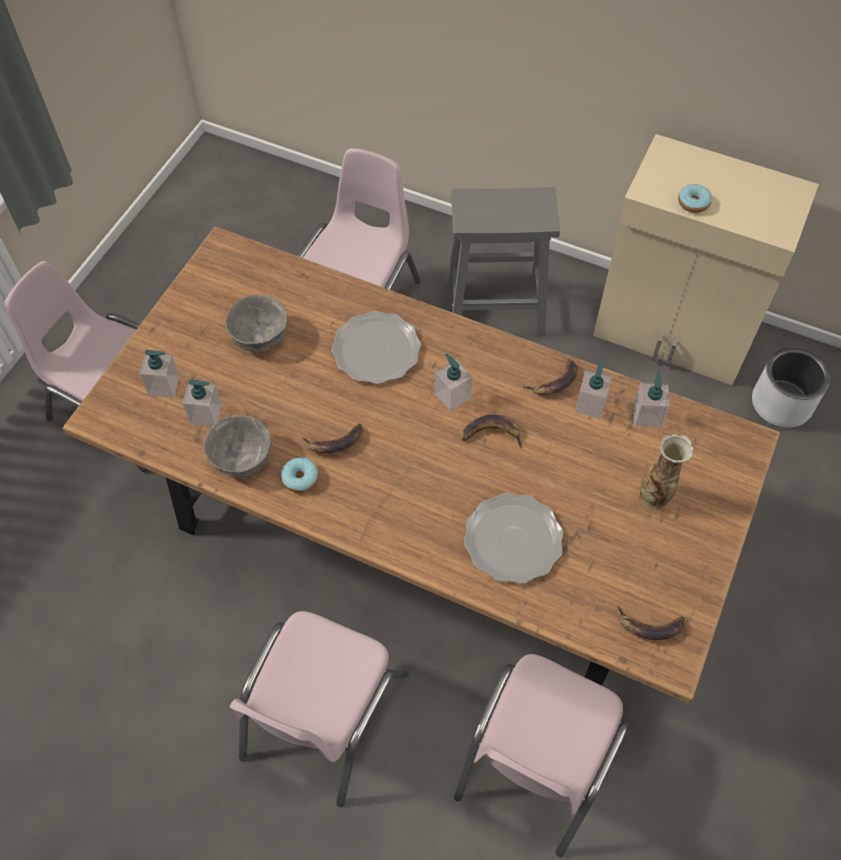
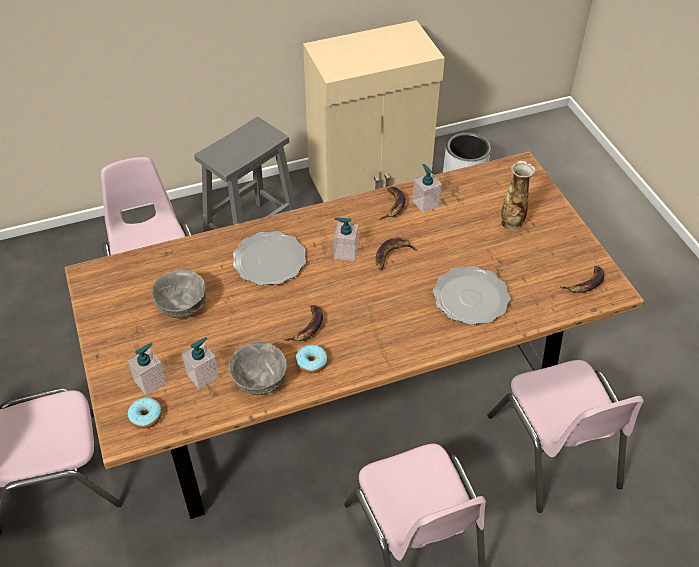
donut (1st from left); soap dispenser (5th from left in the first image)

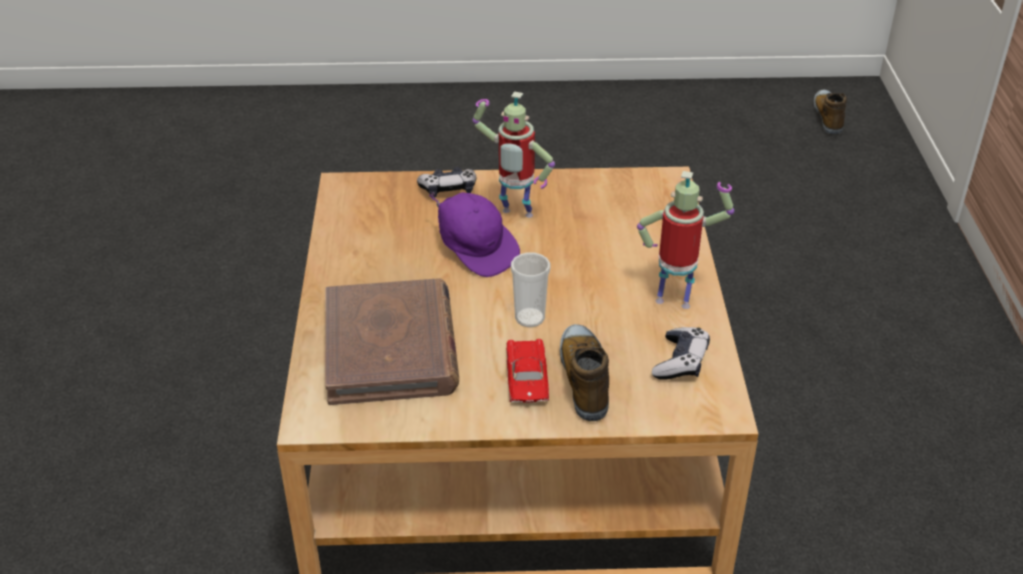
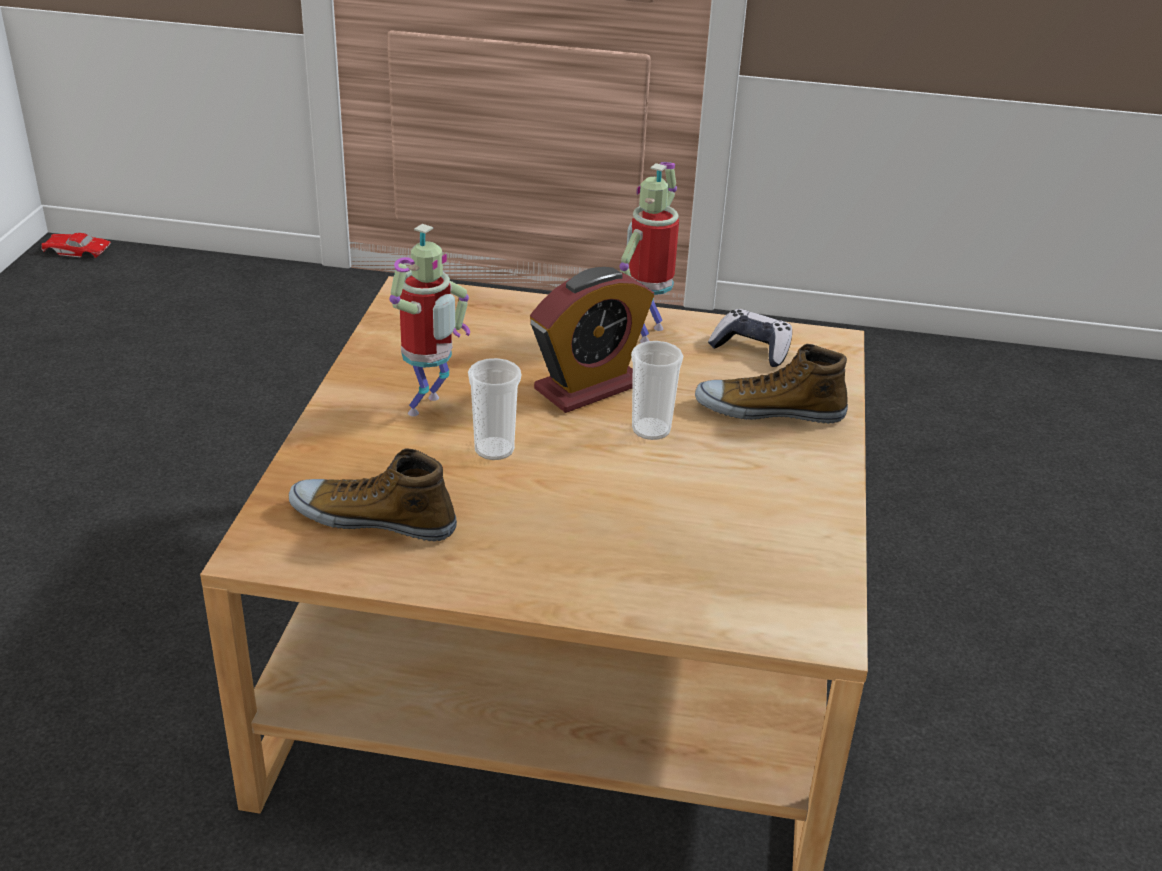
shoe (1st from left); game controller (1st from left in the first image); cup (1st from left); book in brown; toy car in red; alarm clock

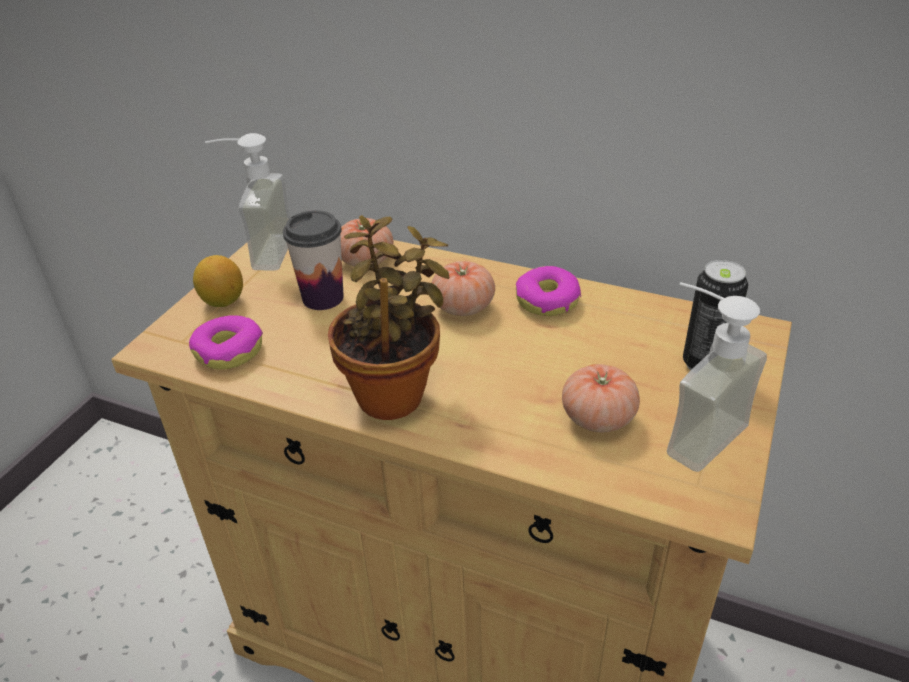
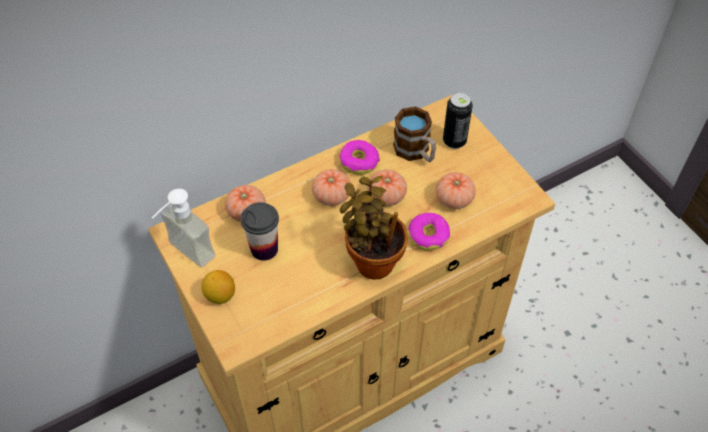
soap dispenser (2nd from left in the first image); donut (2nd from left); mug; tomato (3rd from left)

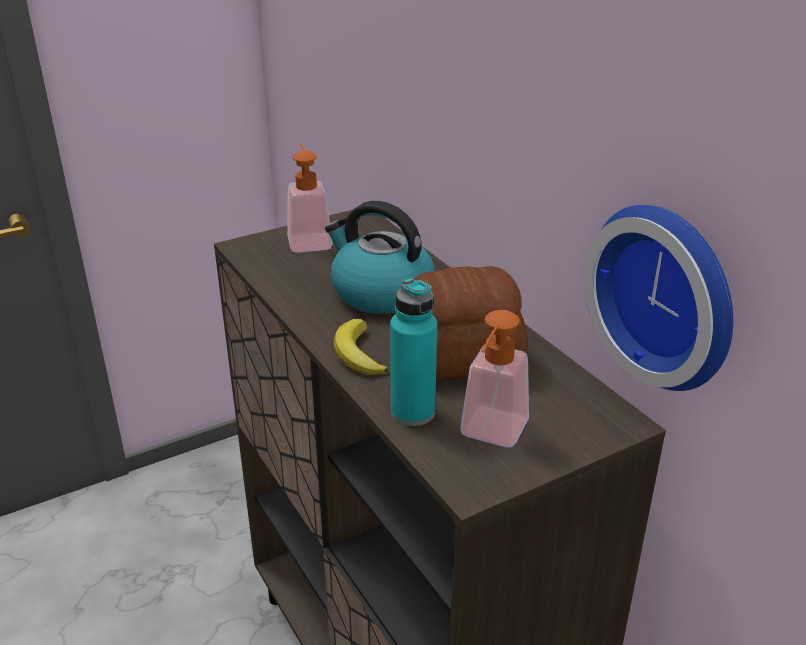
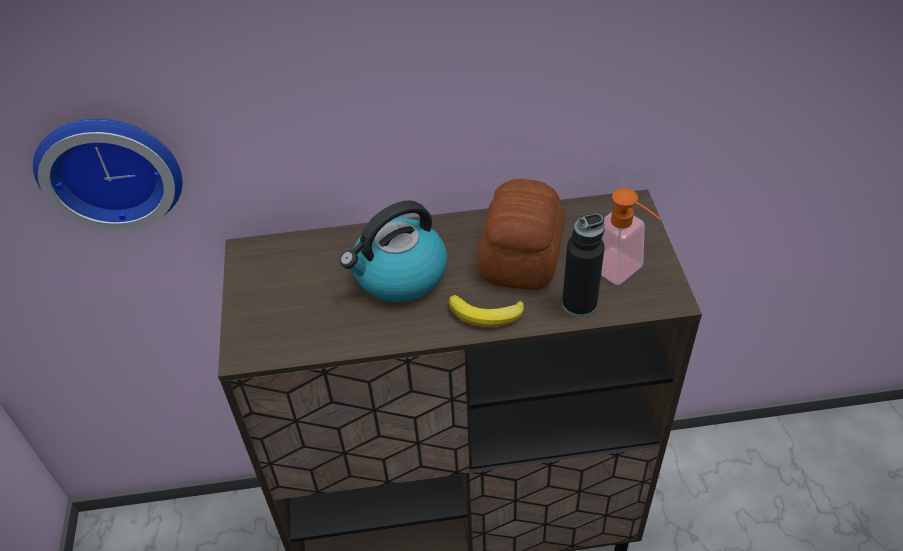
soap dispenser (1st from left in the first image); wall clock; bottle in black

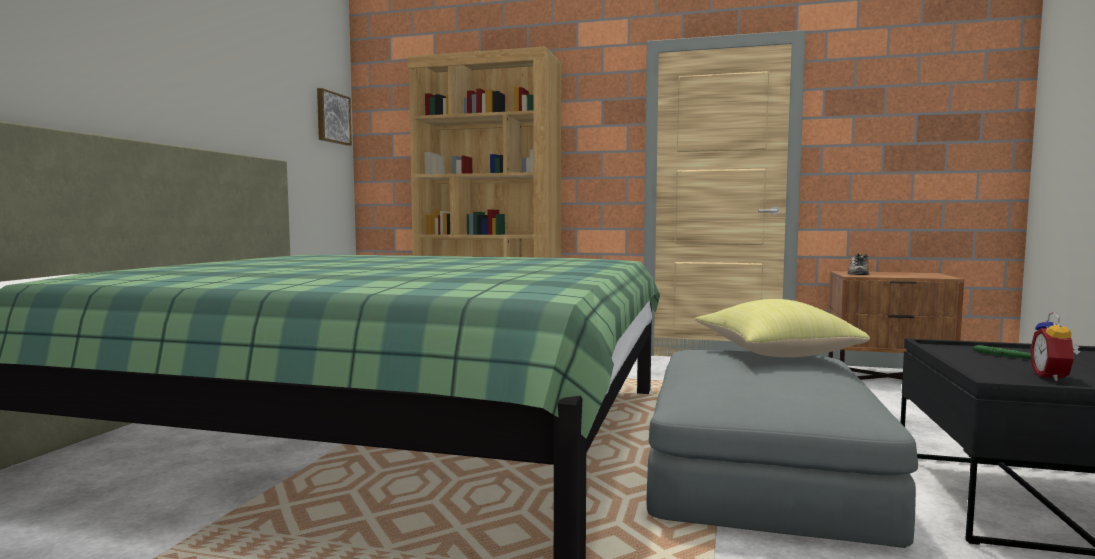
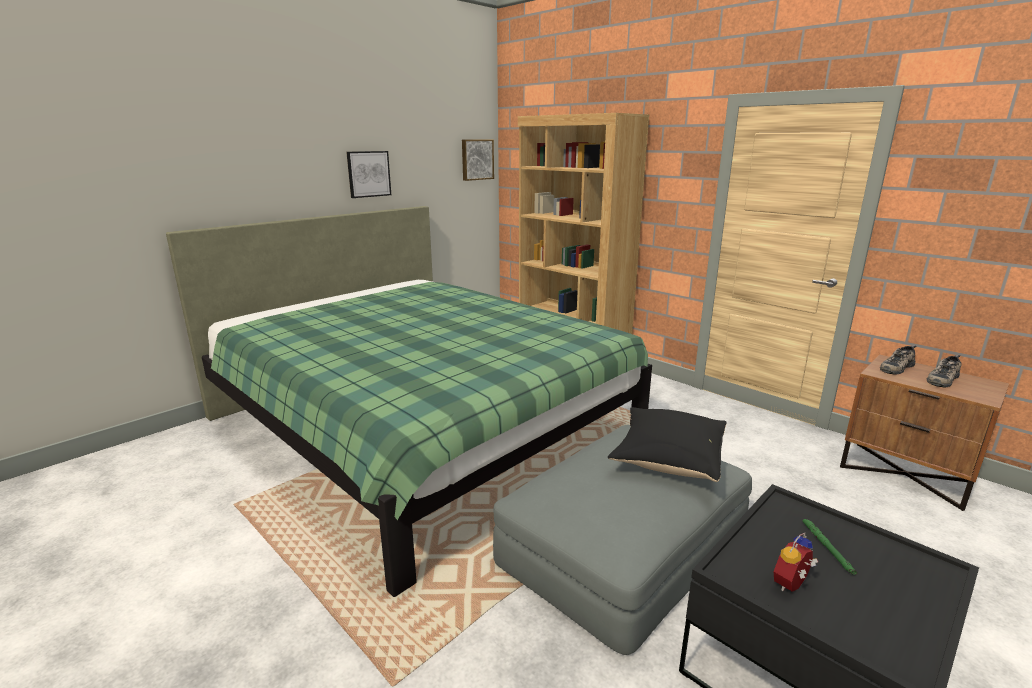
pillow in black; picture (1st from left); shoe (2nd from left)

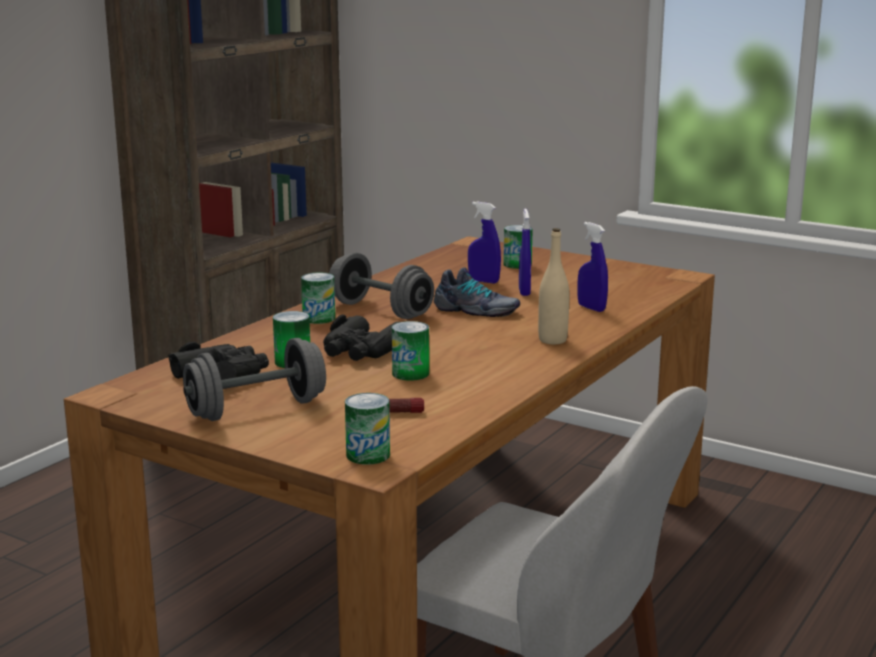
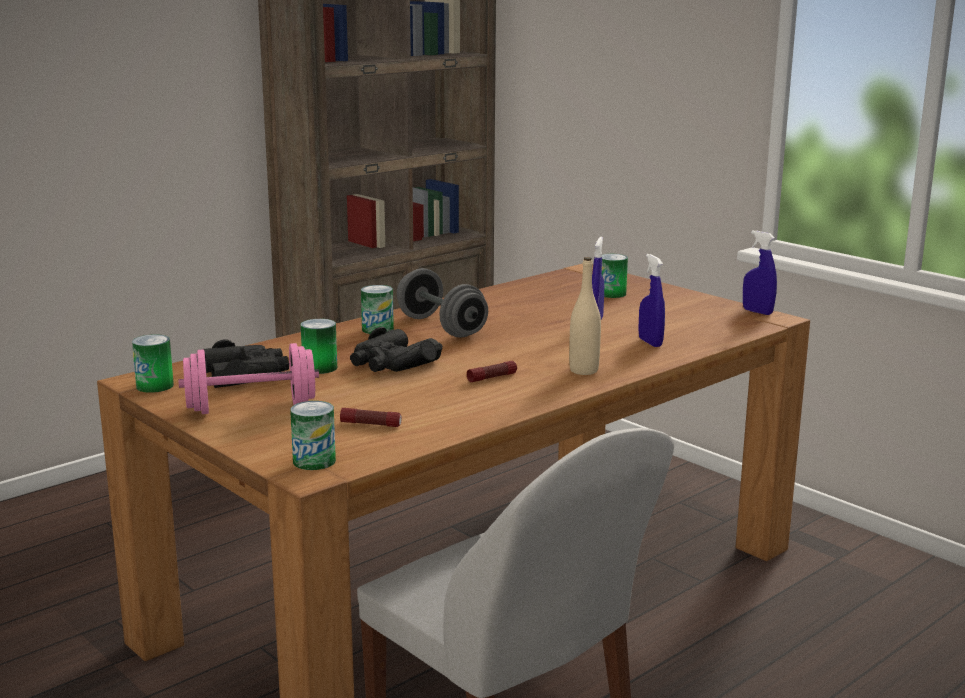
spray bottle in blue (3rd from left); shoe; can (1st from left); dumbbell in pink; flashlight (2nd from left)

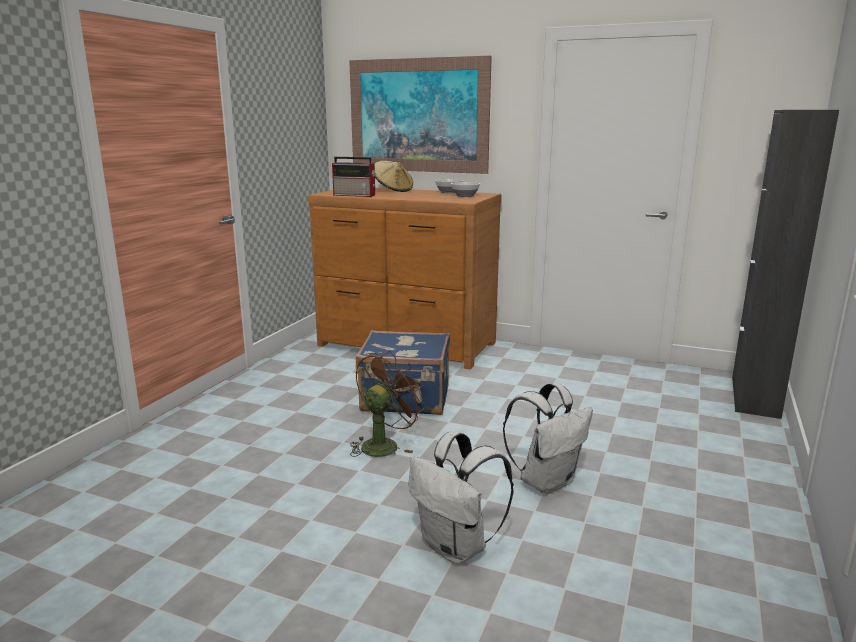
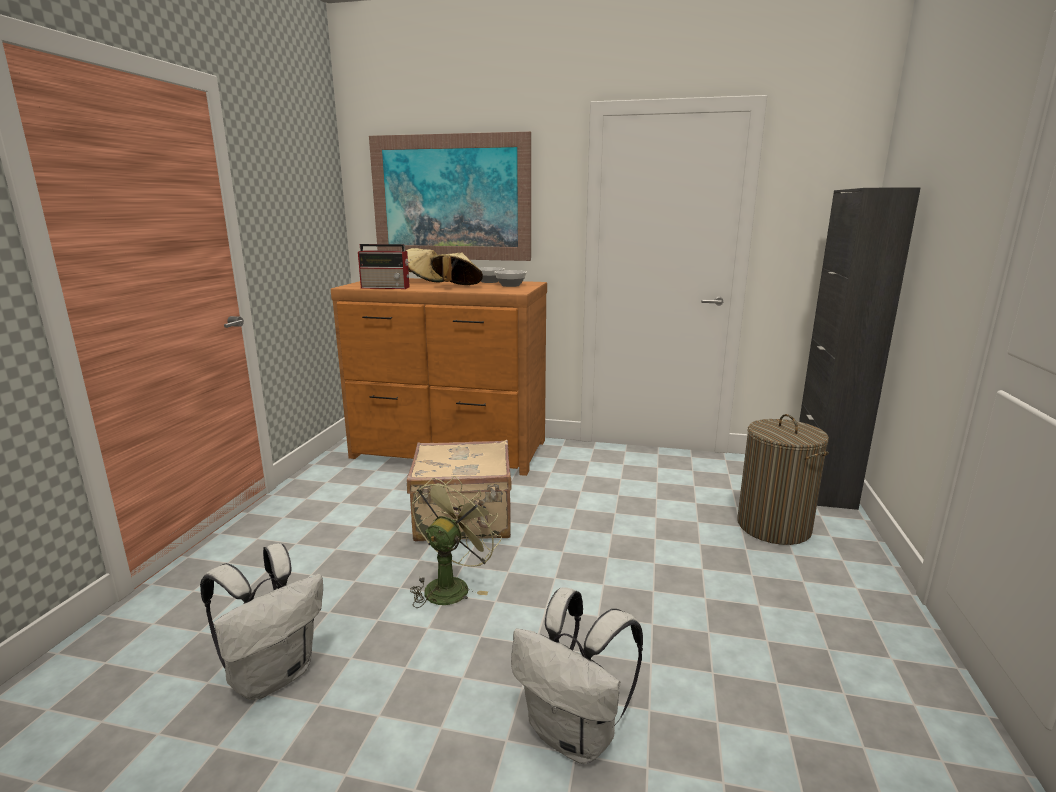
suitcase in beige; fan in green; backpack in white (1st from left); hat in beige (2nd from left); laundry basket

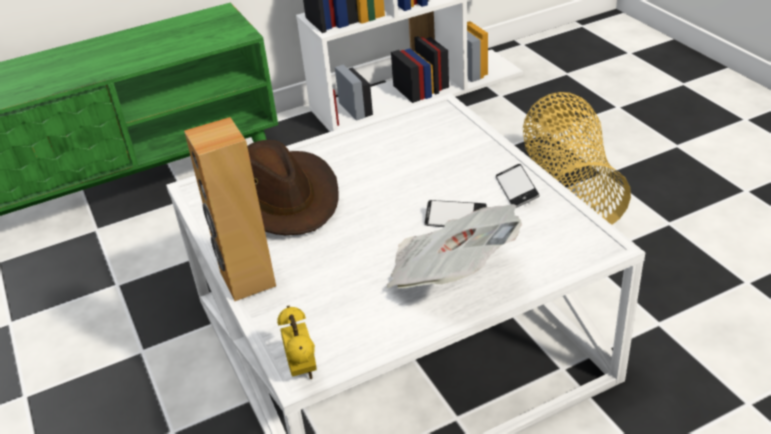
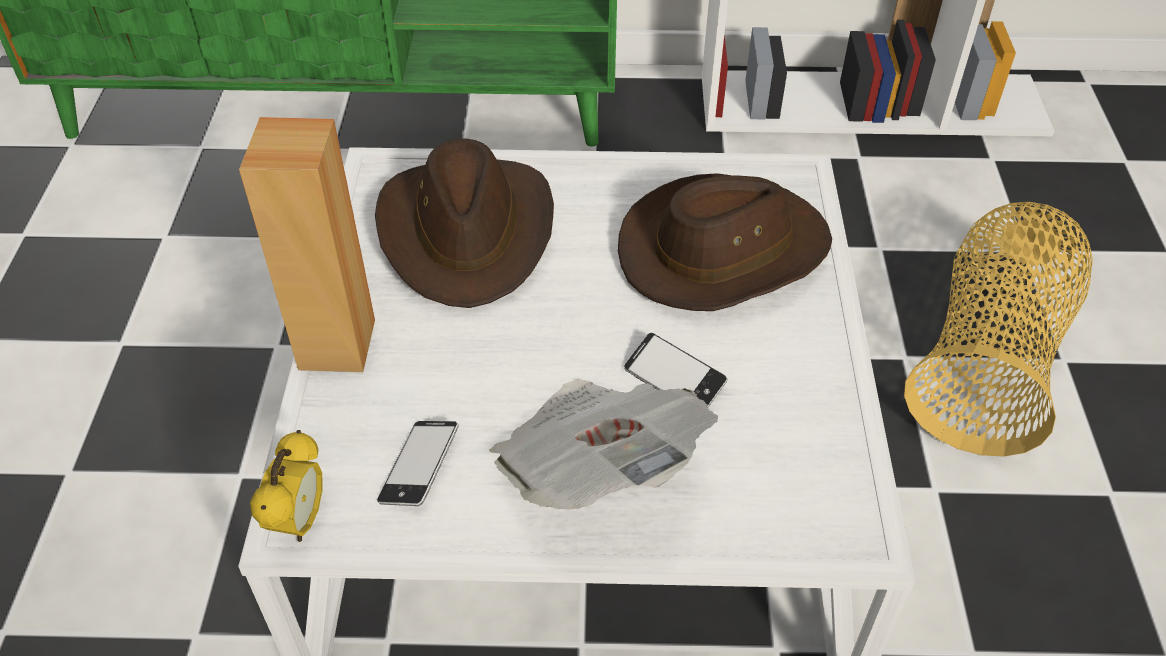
phone (1st from left); hat in brown (2nd from left)

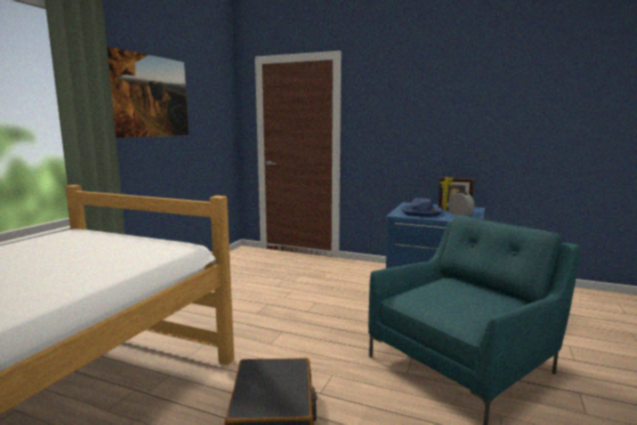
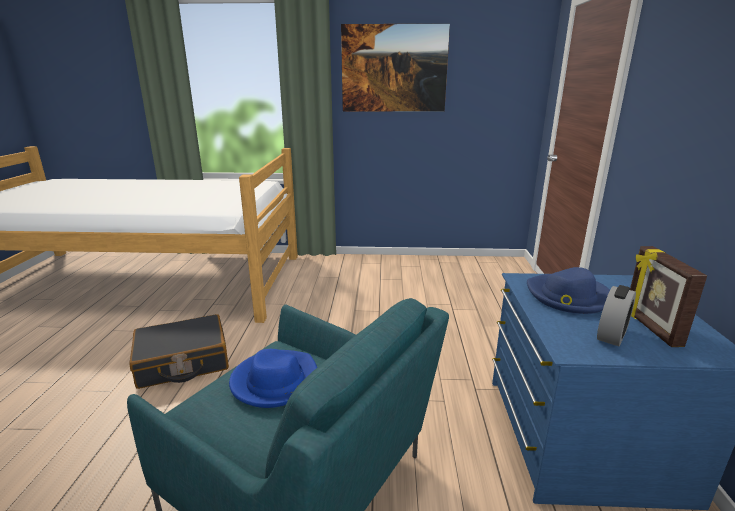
hat in blue (1st from left)

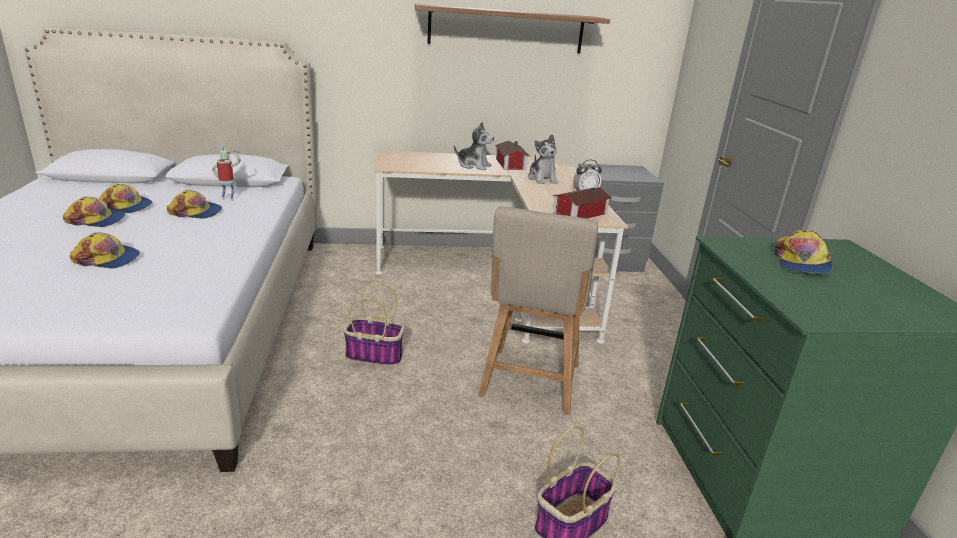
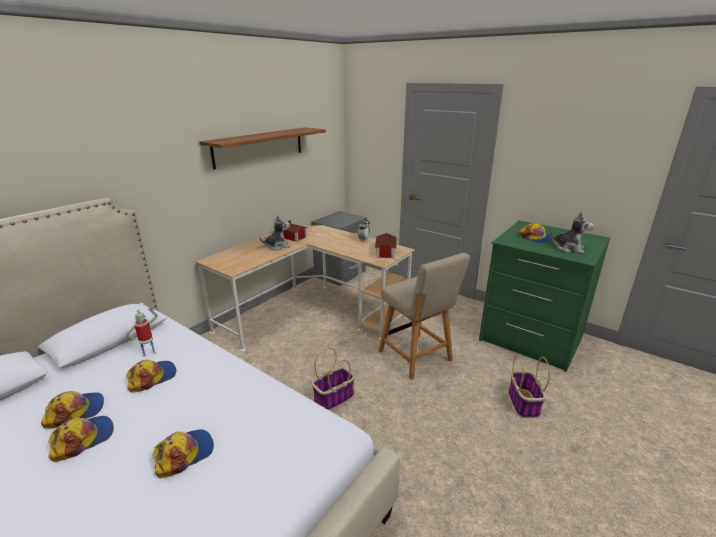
plush toy (2nd from left)

